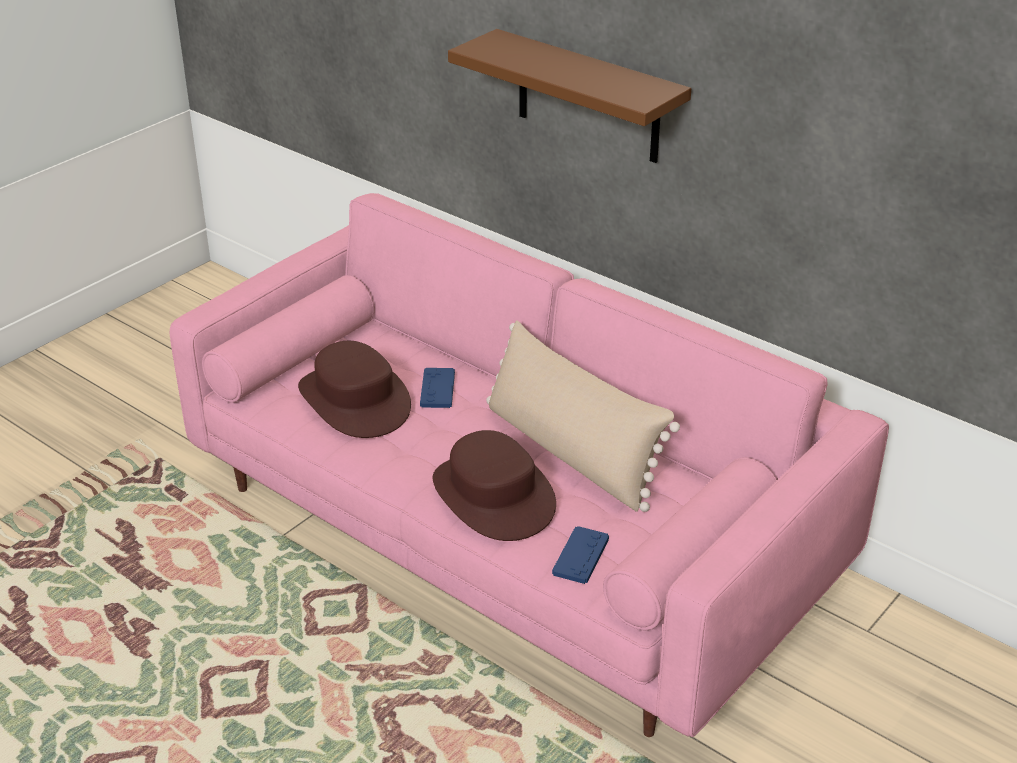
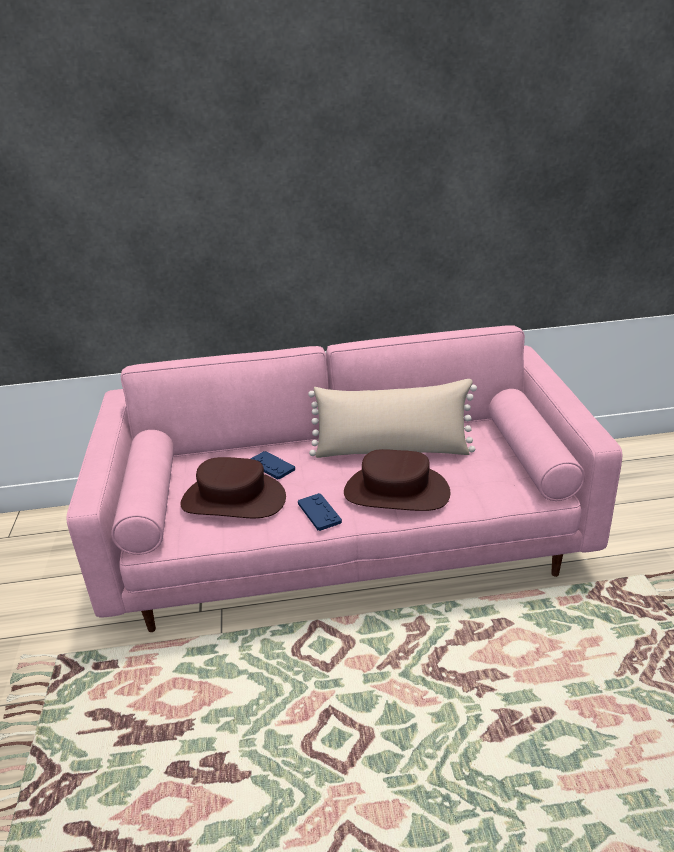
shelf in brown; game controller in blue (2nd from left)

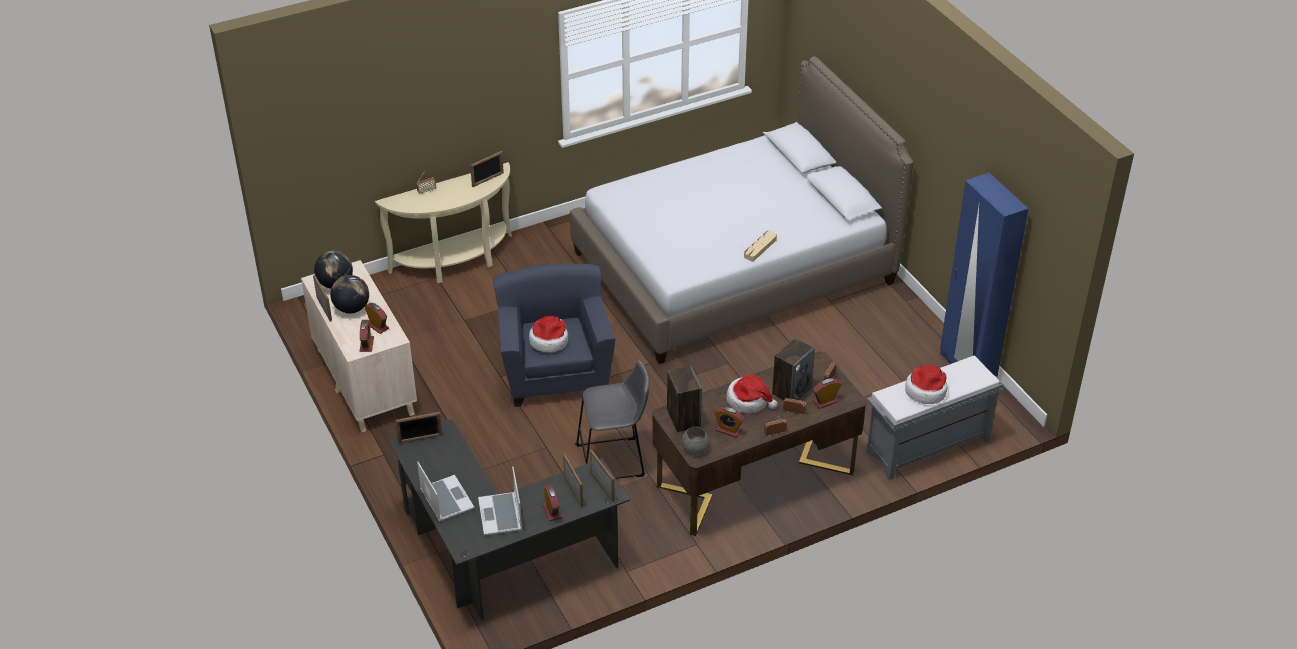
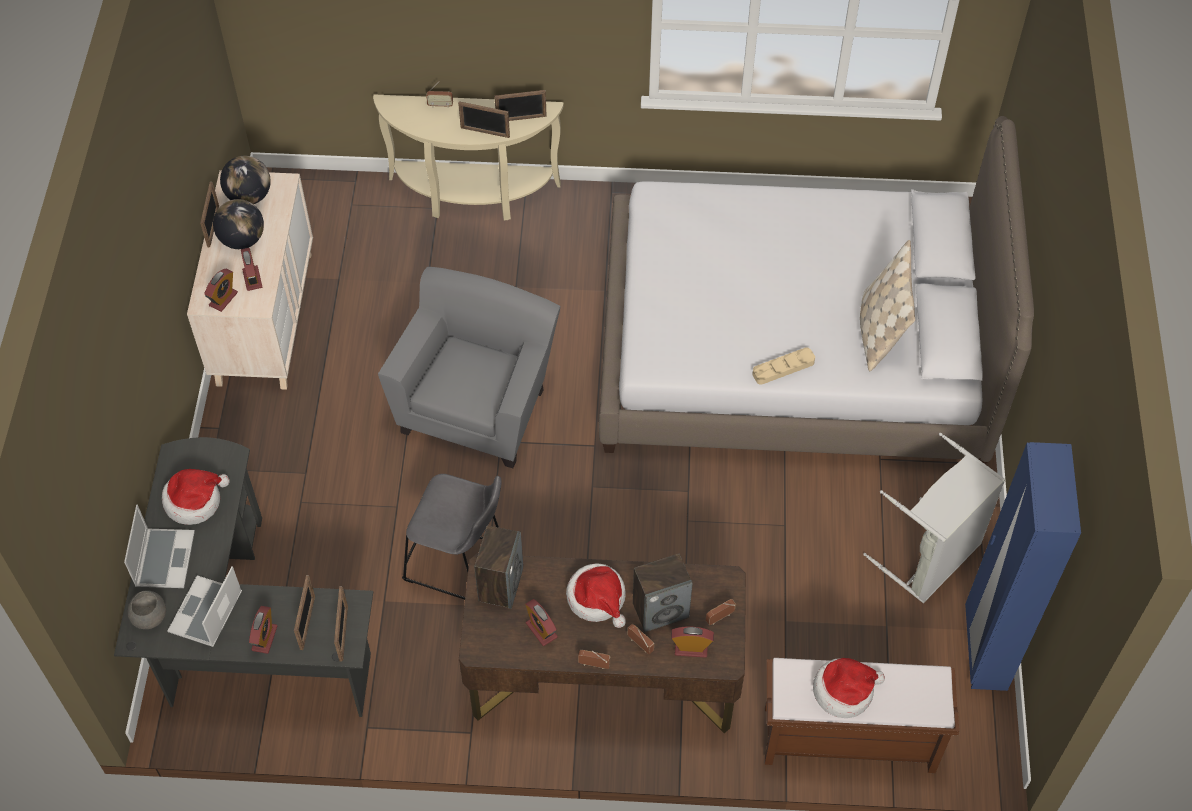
armchair in grey; hat (1st from left); bench in brown; picture frame (4th from left); bowl in grey; pillow in beige; laundry basket in grey

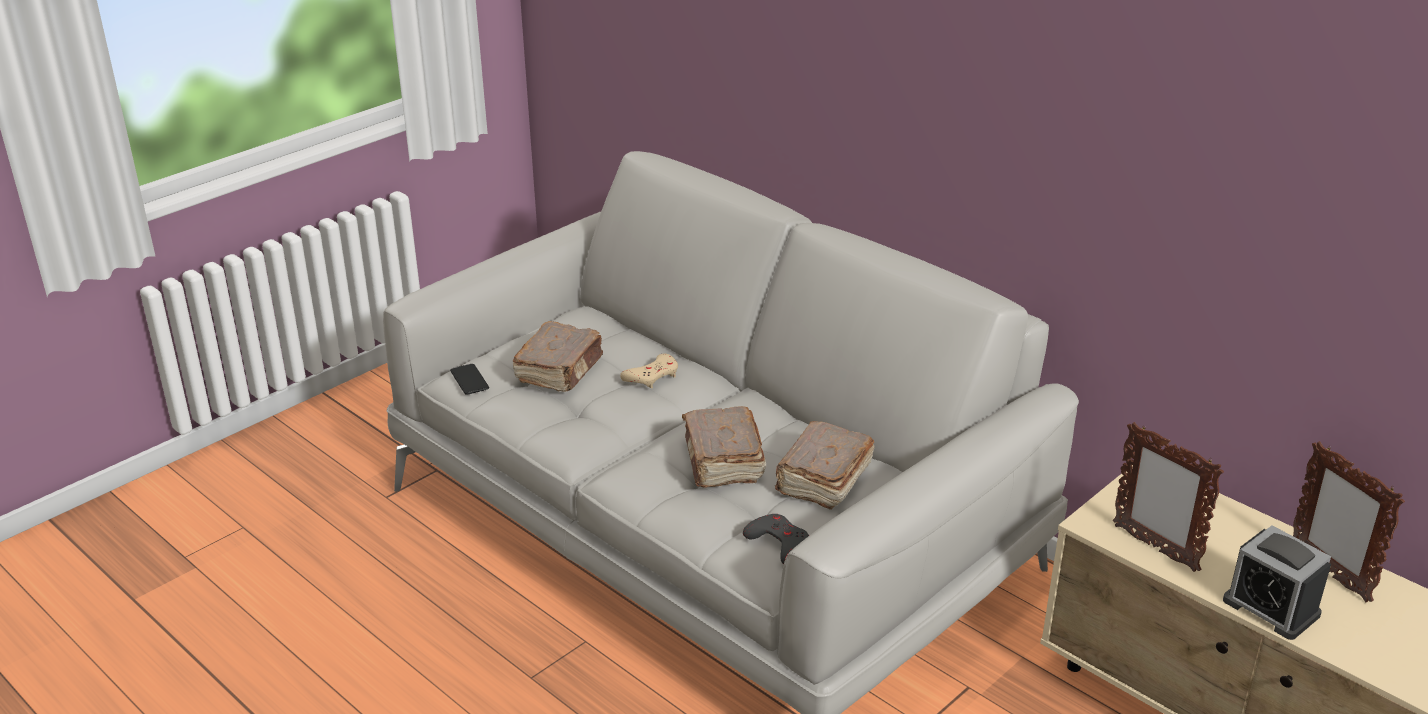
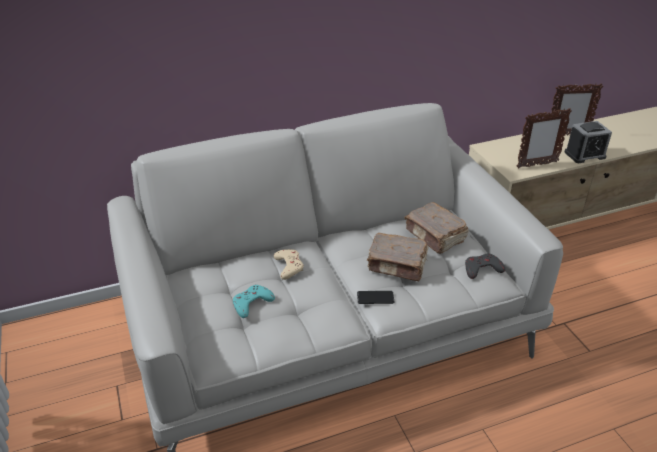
game controller in turquoise; phone

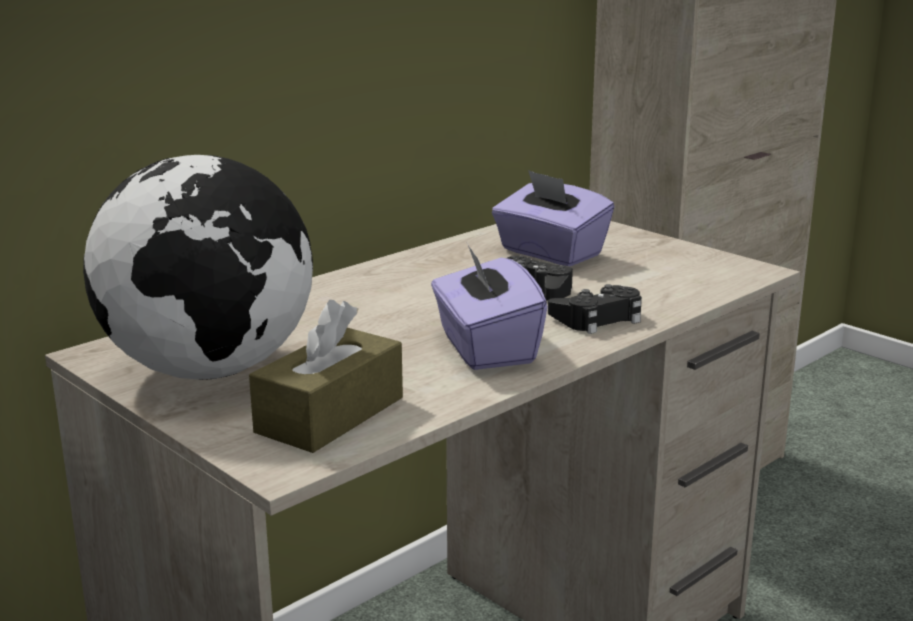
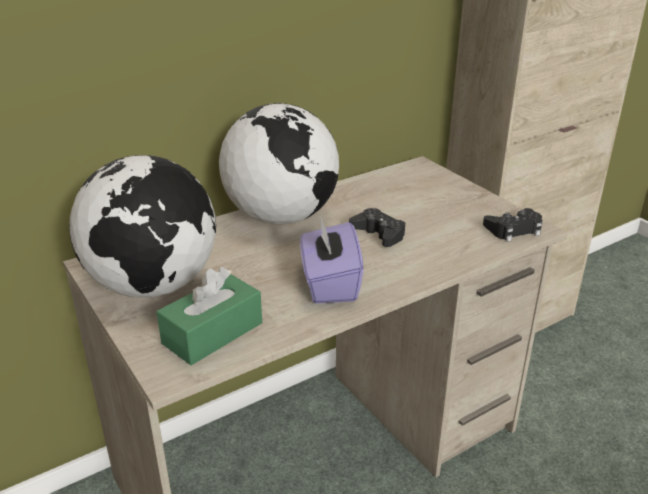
tissue box in purple (2nd from left in the first image); game controller in black (2nd from left); tissue box in green; globe (2nd from left)

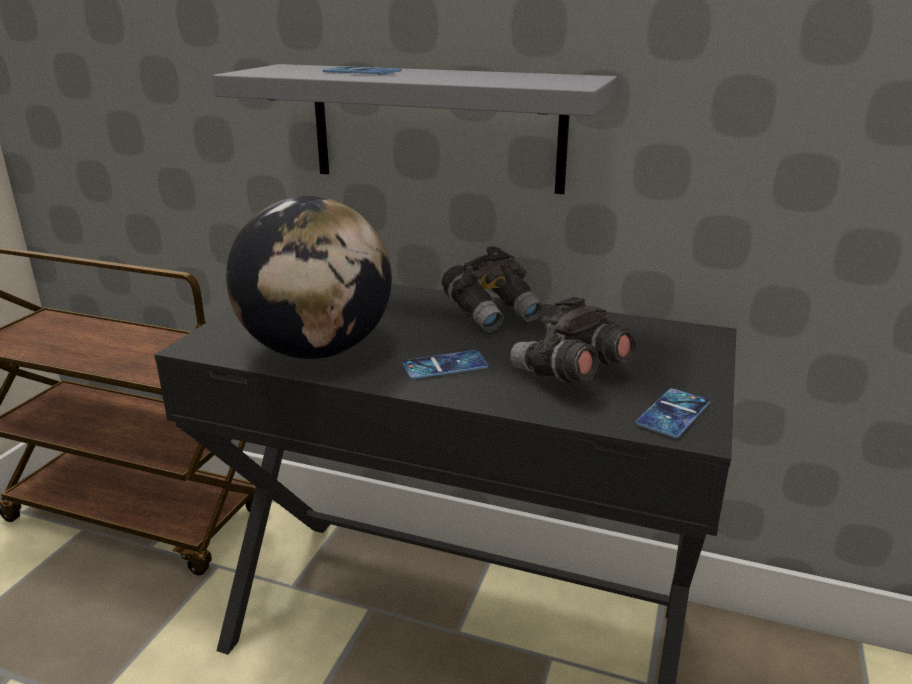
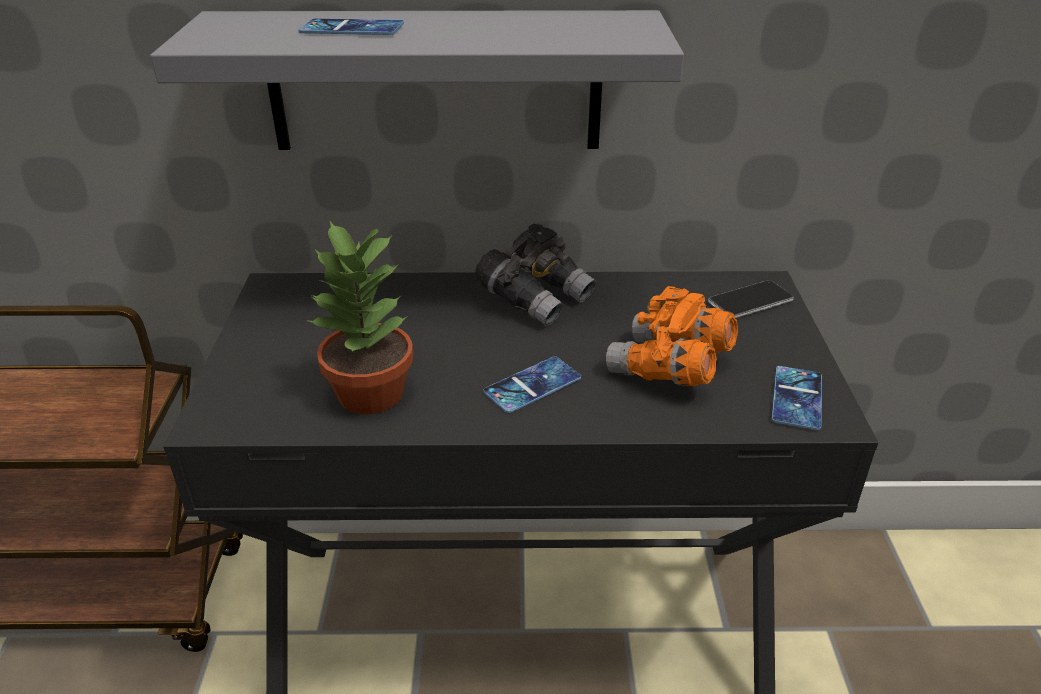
potted plant; binoculars in orange; phone (3rd from left)

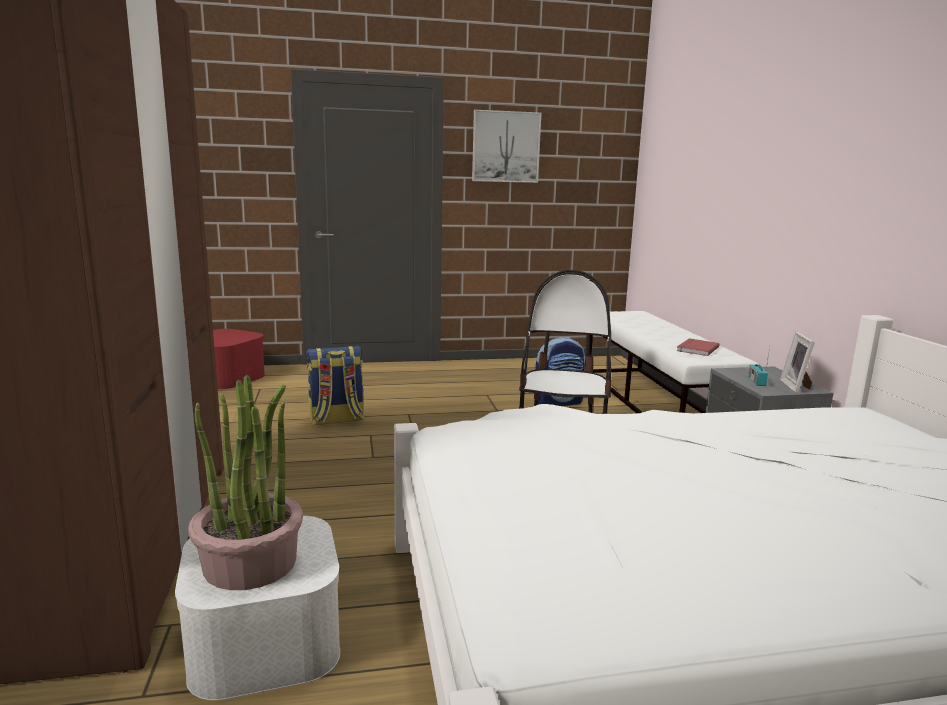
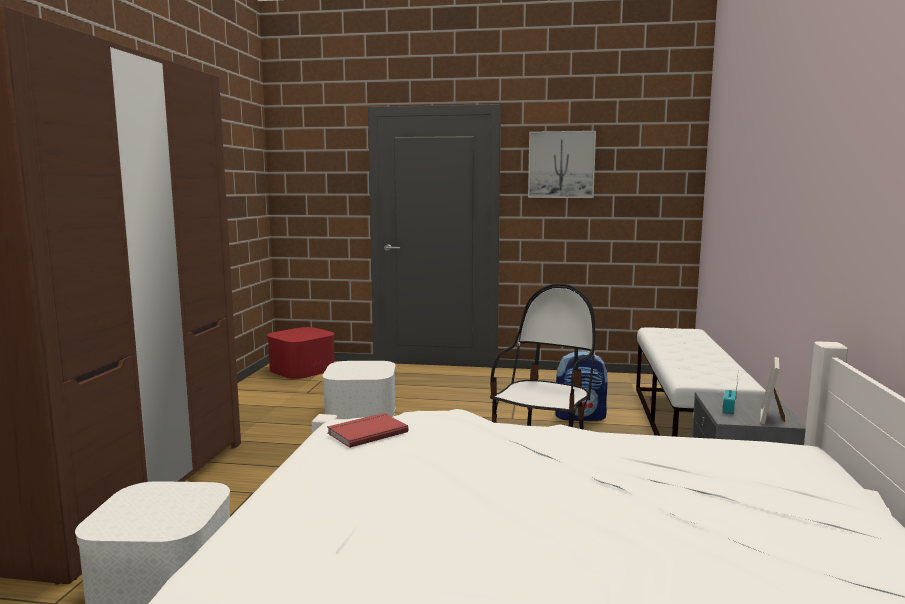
book in red; storage box in white (2nd from left); potted plant

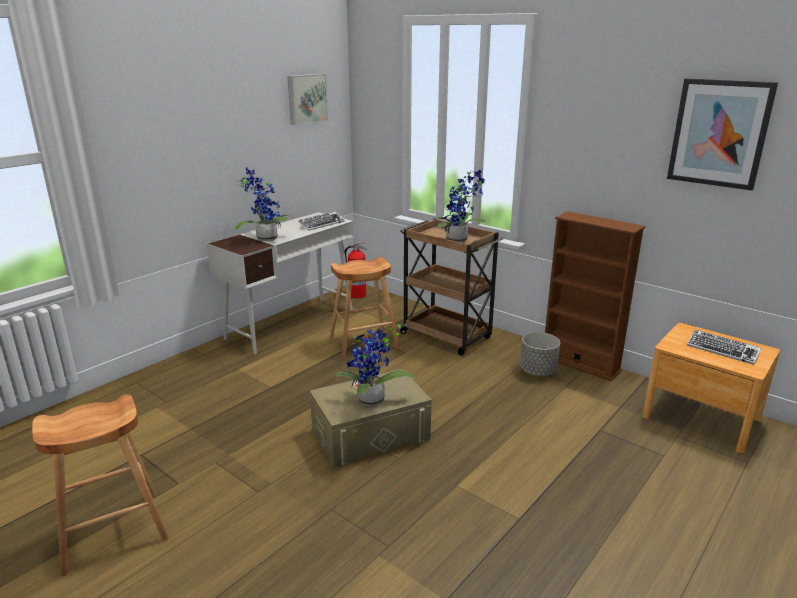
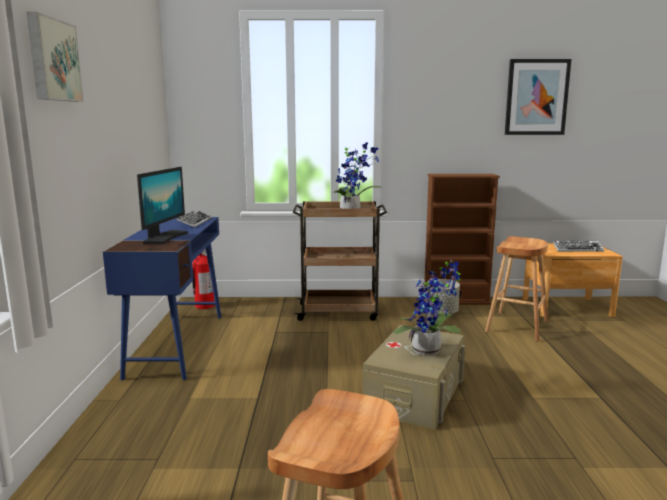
picture (1st from left); monitor; desk in blue; stool in brown (2nd from left)

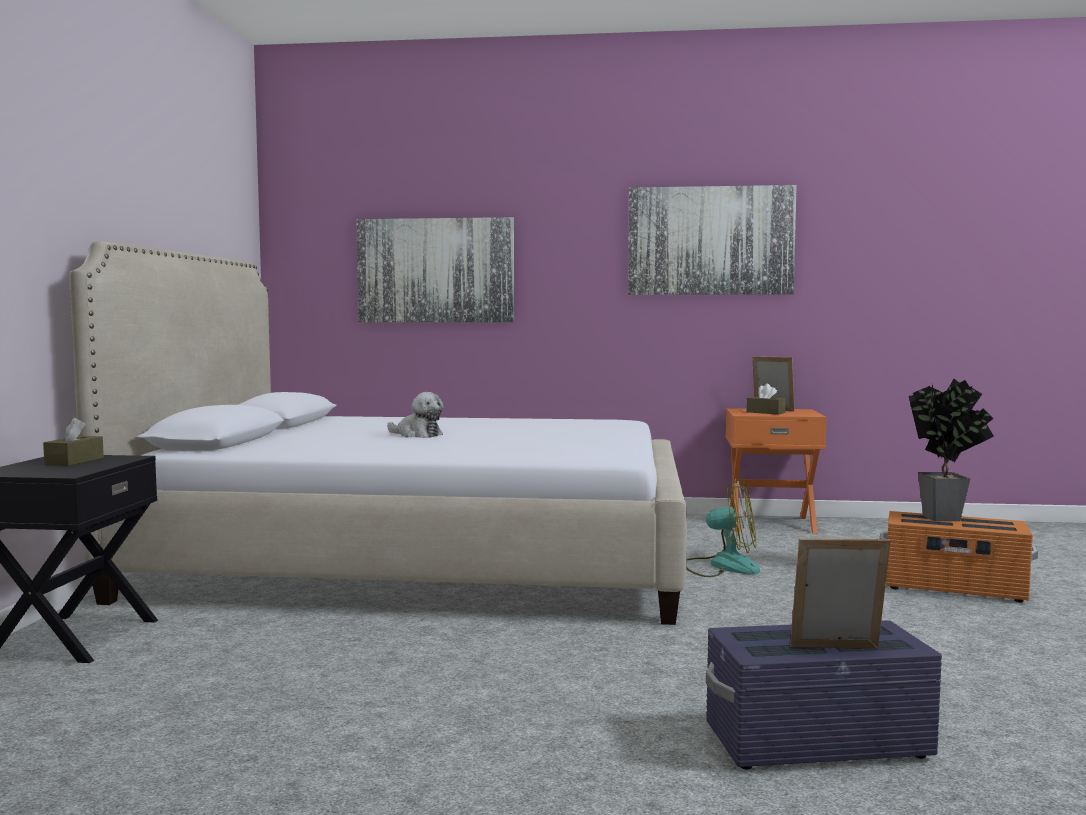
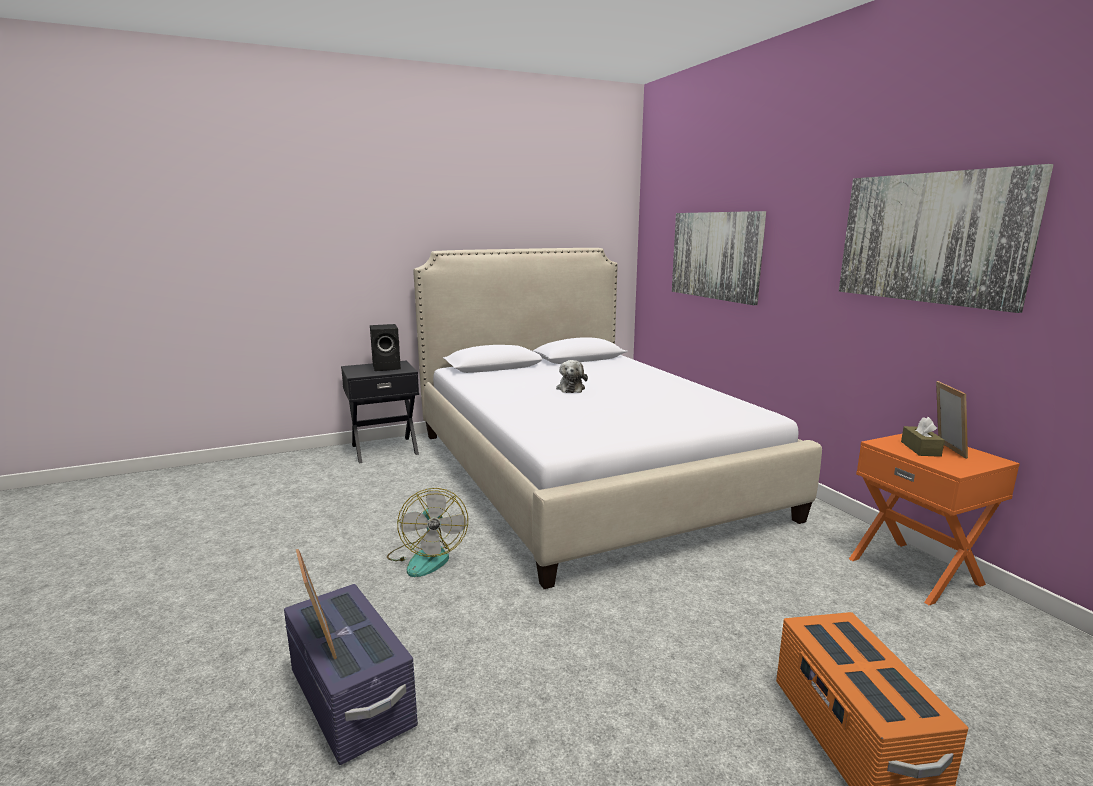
potted plant; speaker in black; fan

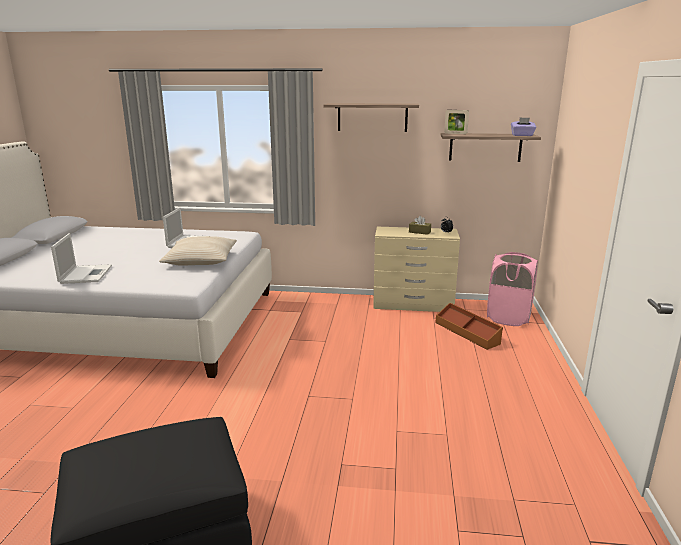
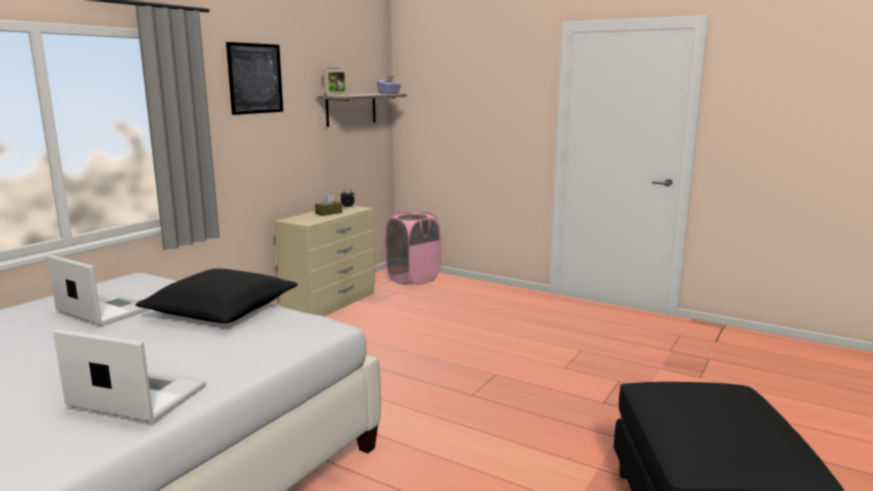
picture; pillow in black; storage box in brown

